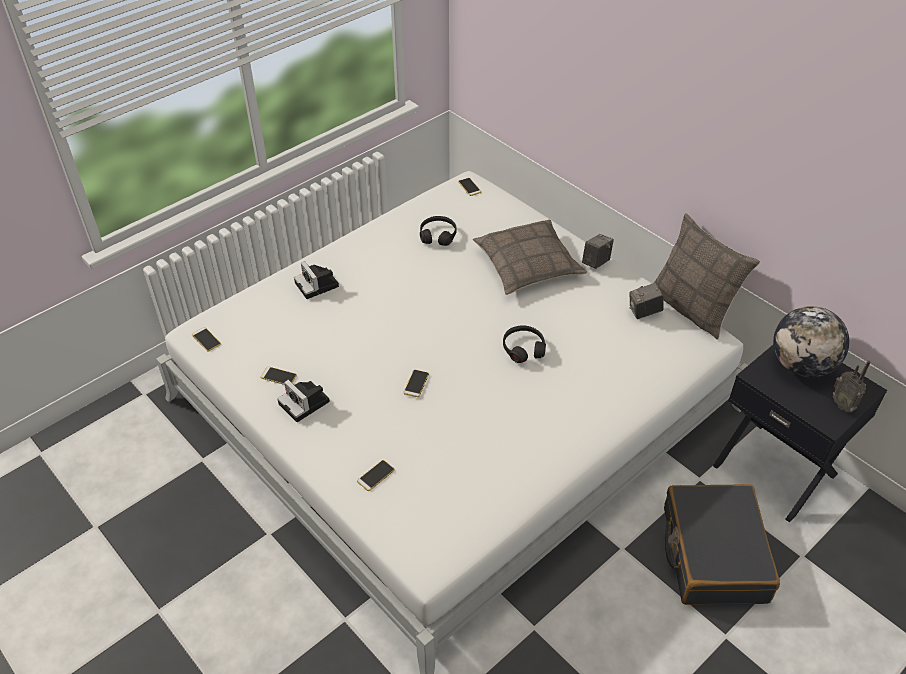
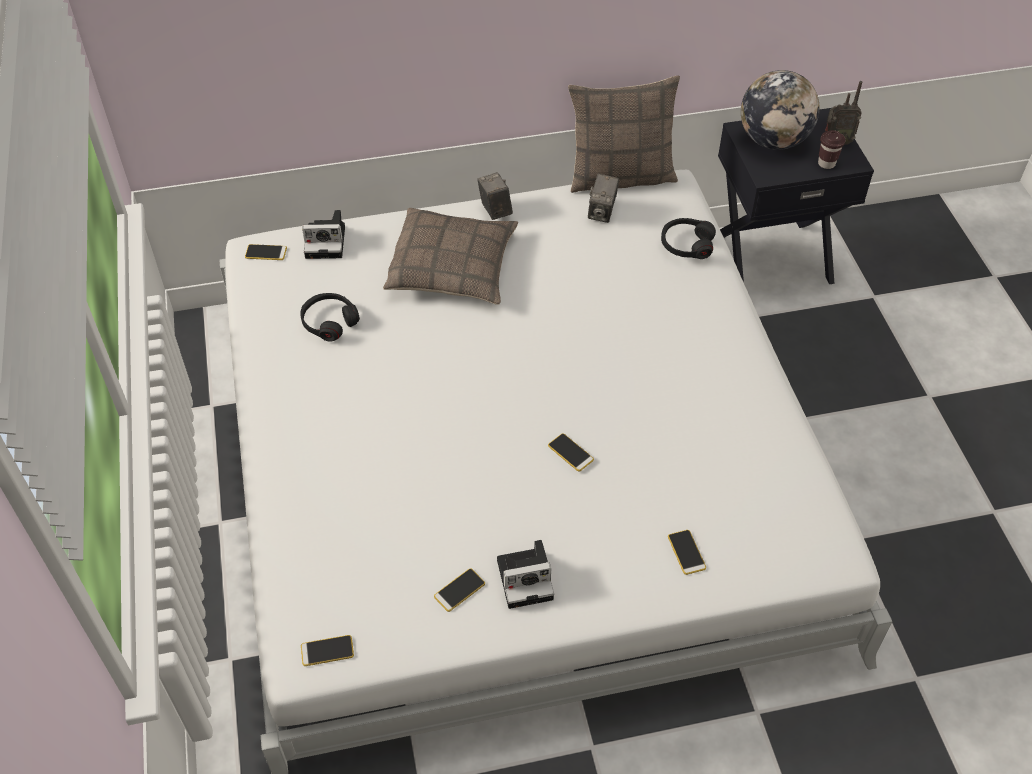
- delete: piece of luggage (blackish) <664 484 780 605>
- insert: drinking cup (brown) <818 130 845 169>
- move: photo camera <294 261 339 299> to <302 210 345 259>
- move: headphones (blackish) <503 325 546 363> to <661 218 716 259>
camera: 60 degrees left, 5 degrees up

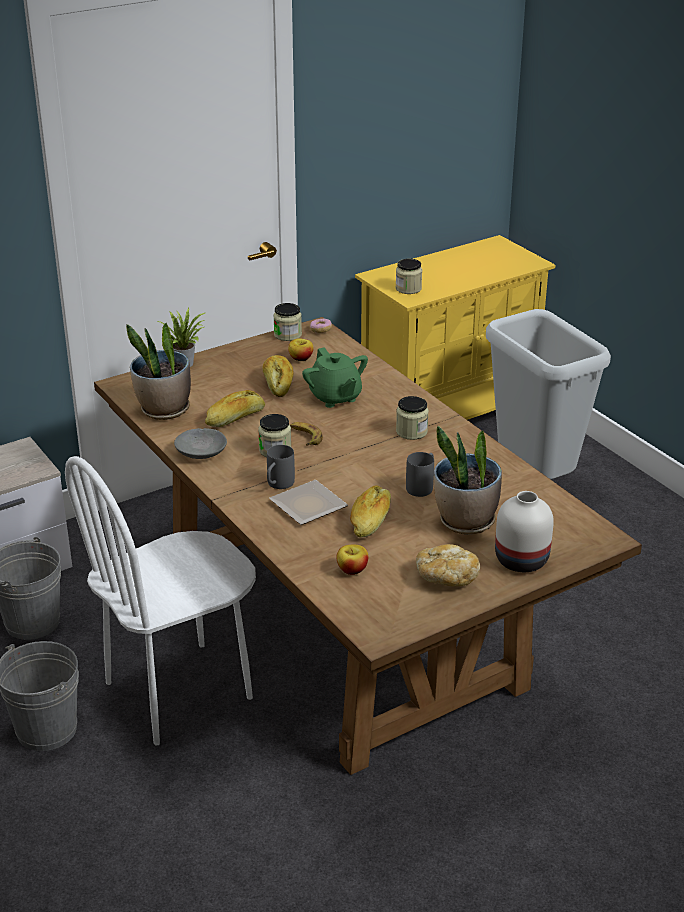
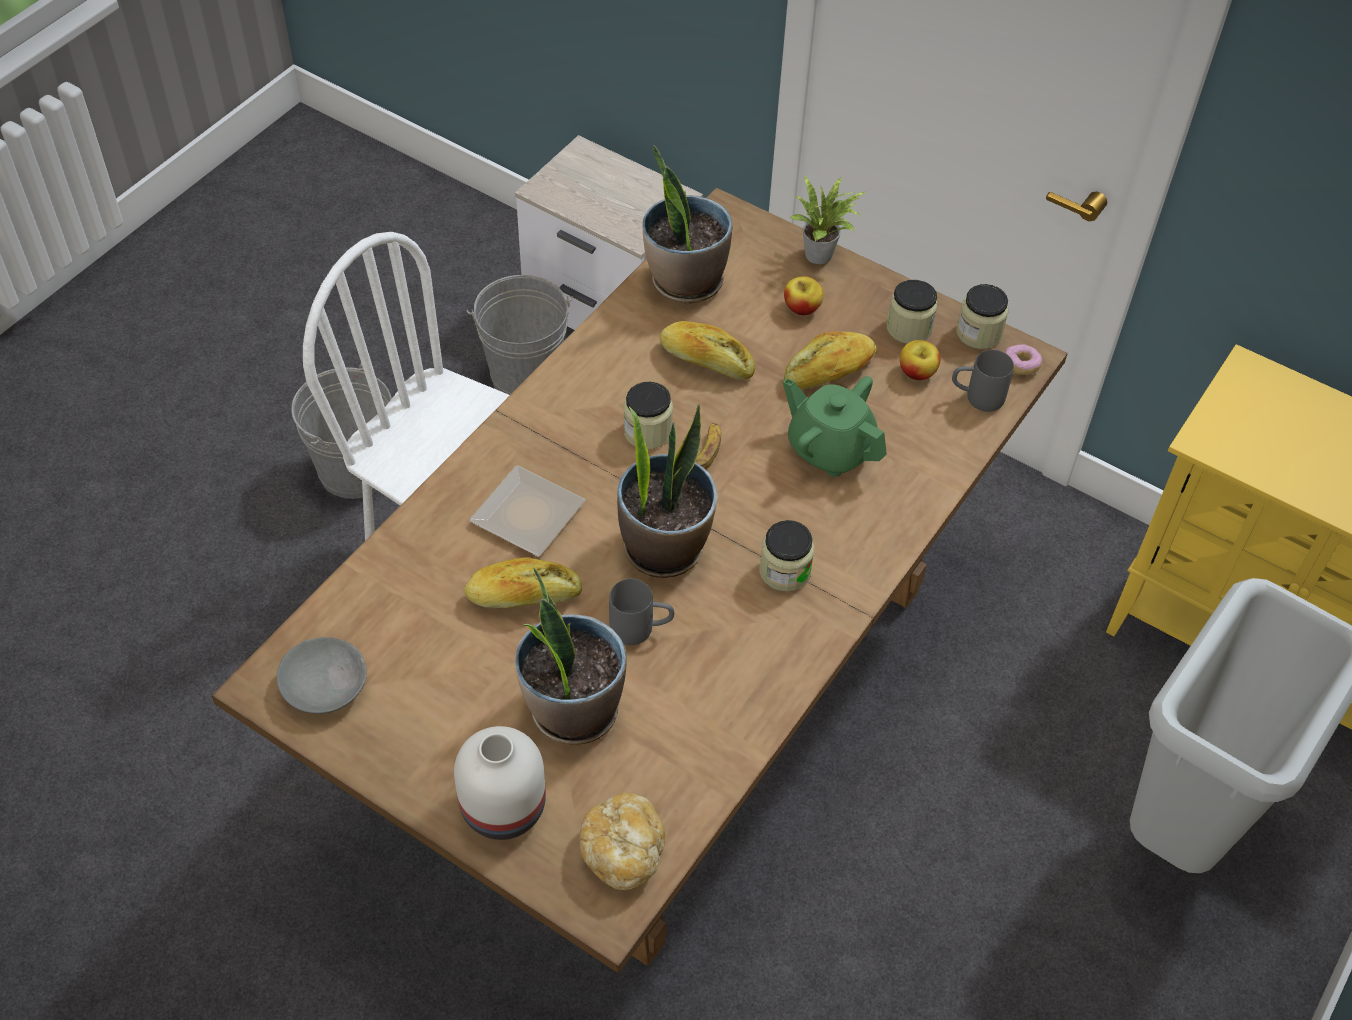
- insert: houseplant <617 404 718 578>
- move: serving bowl (gray) <174 428 227 459> to <277 637 367 714>
- move: coffee mug (gray) <267 445 295 489> to <952 350 1014 412>
- move: apple <337 545 368 575> to <784 276 824 316>
- move: preserve jar <396 258 422 294> to <886 280 938 344>
- move: bakery bread <416 544 480 587> to <580 793 665 890>
- rotate: teapot (greenish) <302 347 368 408> = <783 376 887 477> 90 degrees clockwise
camera: 65 degrees right, 20 degrees up

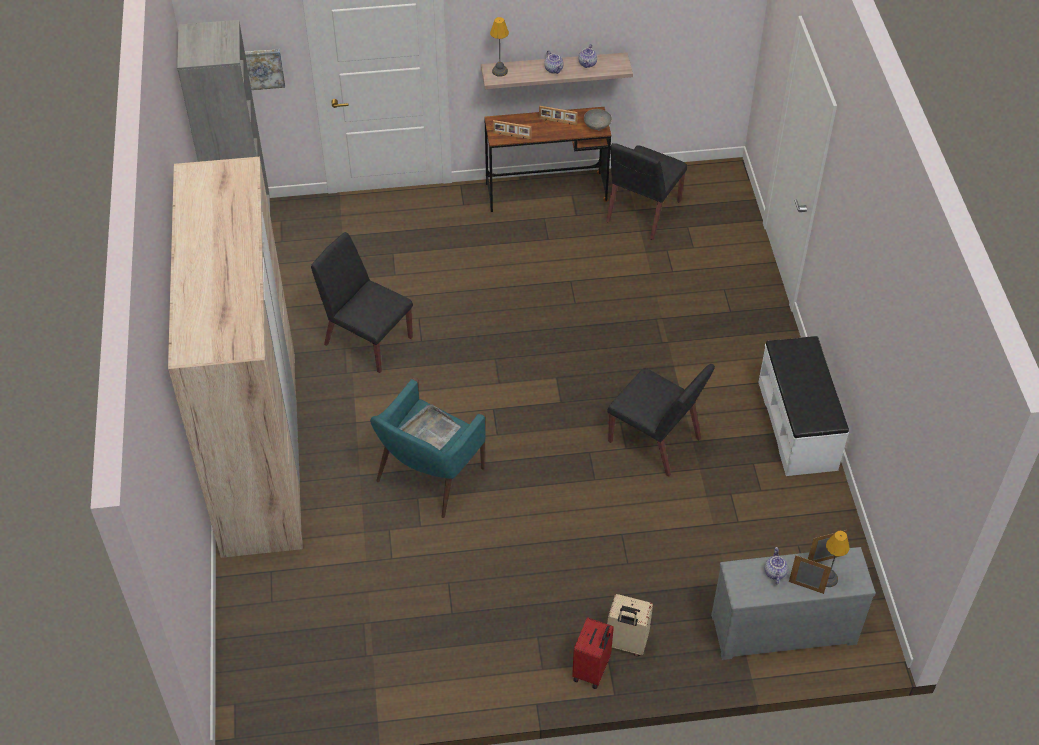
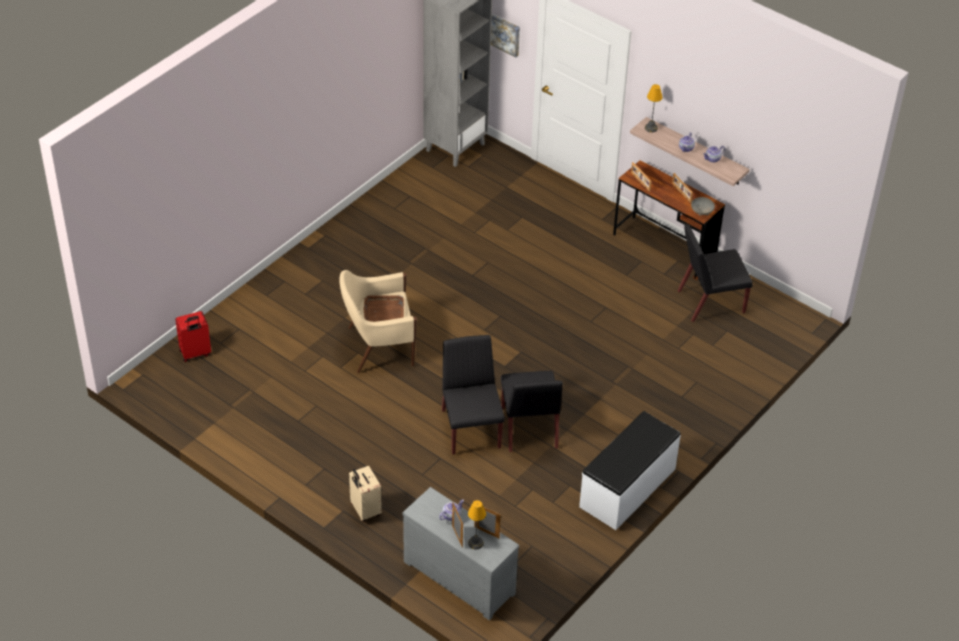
- delete: clothes cupboard (beige-coloured) <168 157 303 558>
- move: chair (blackish) <311 232 413 373> to <442 335 505 455>
- move: piece of luggage (reddish) <572 617 614 689> to <175 311 211 362>
- recolor: lounge chair (turquoise) <370 378 486 518> to lounge chair (beige-coloured) <339 270 417 373>
- recolor: serving tray (gray) <399 404 461 450> to serving tray (brown) <364 295 404 322>
camera: 45 degrees right, 5 degrees down

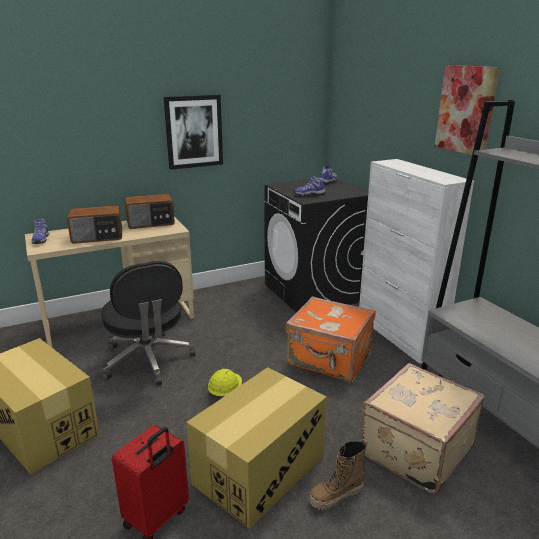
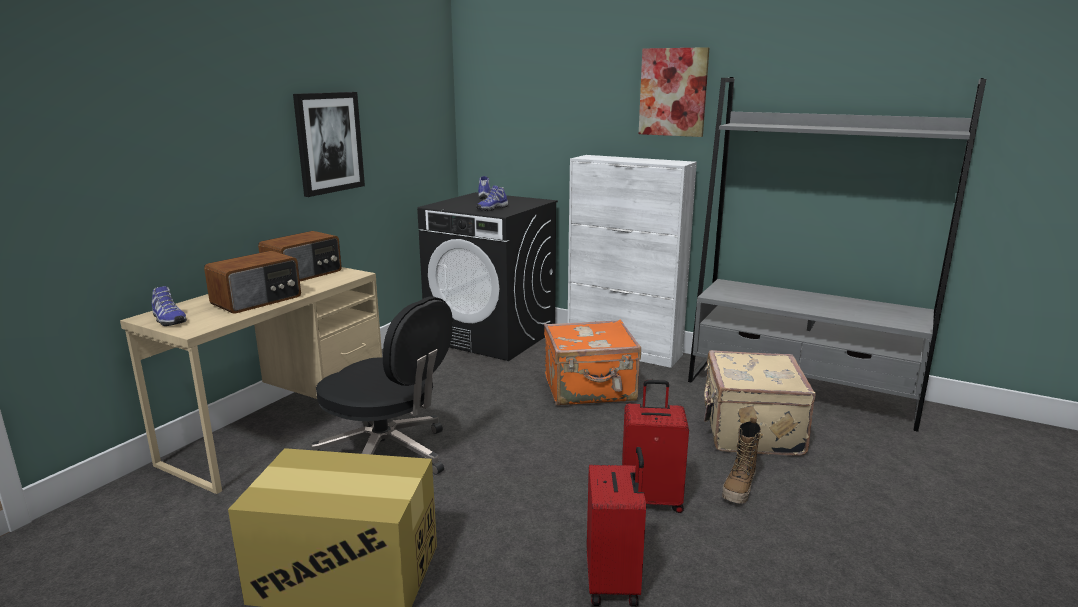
- delete: work helmet (yellow) <208 369 242 396>
- replace: packing box <186 367 327 529> to piece of luggage (reddish) <622 380 689 513>
camera: 35 degrees left, 5 degrees down

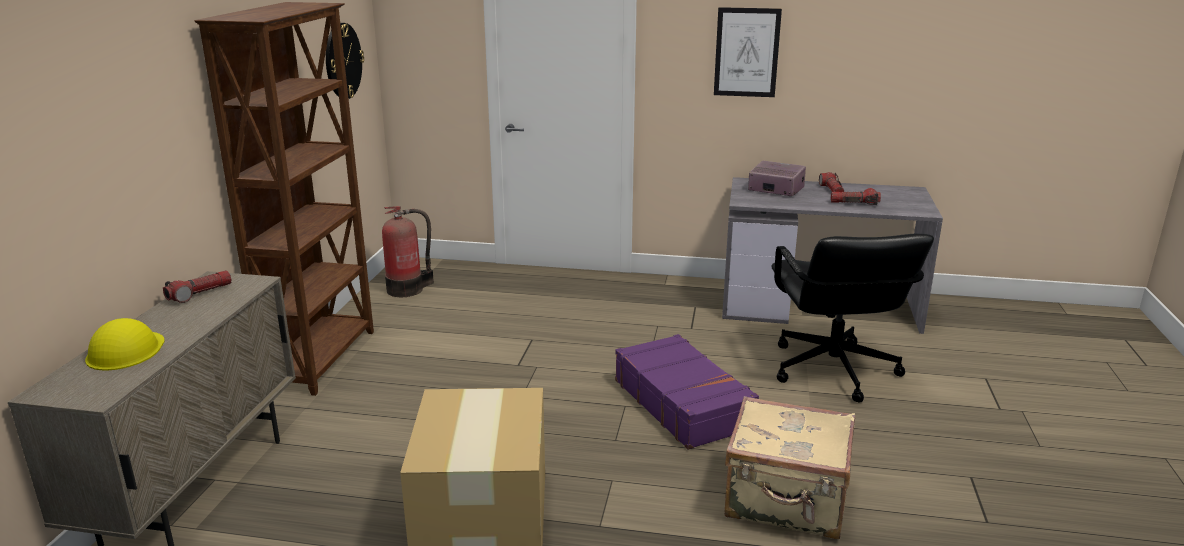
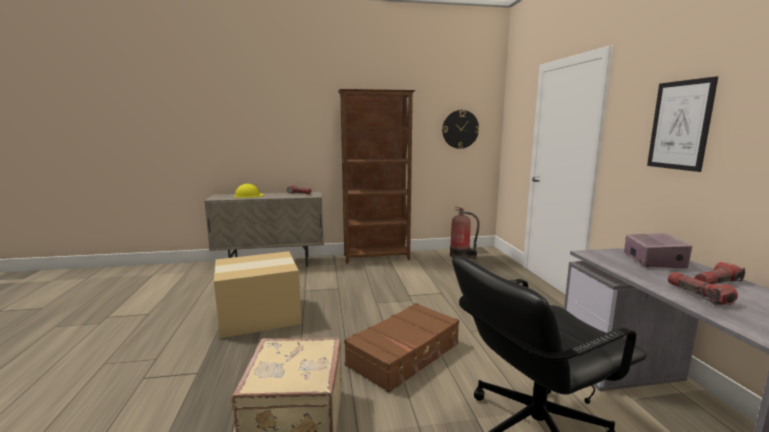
- recolor: piece of luggage (purplish) <615 334 759 450> to piece of luggage (brown) <344 303 459 393>
camera: 70 degrees right, 10 degrees down

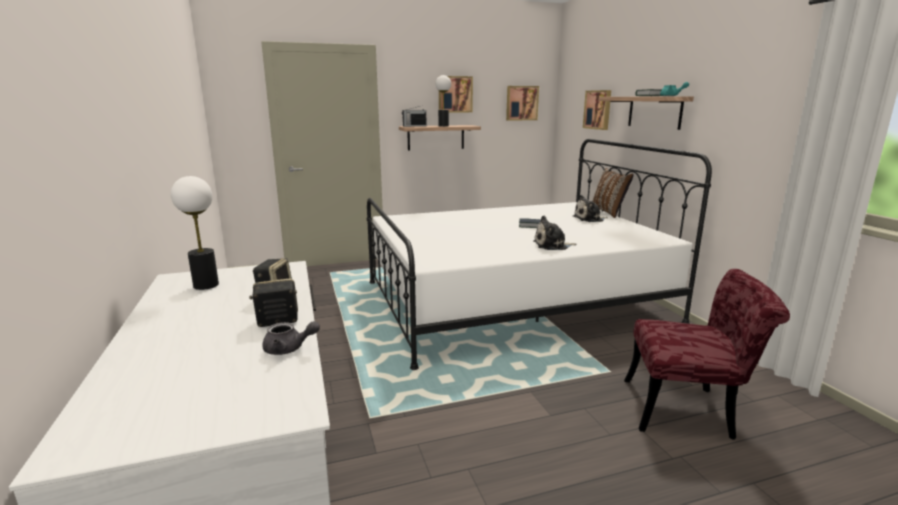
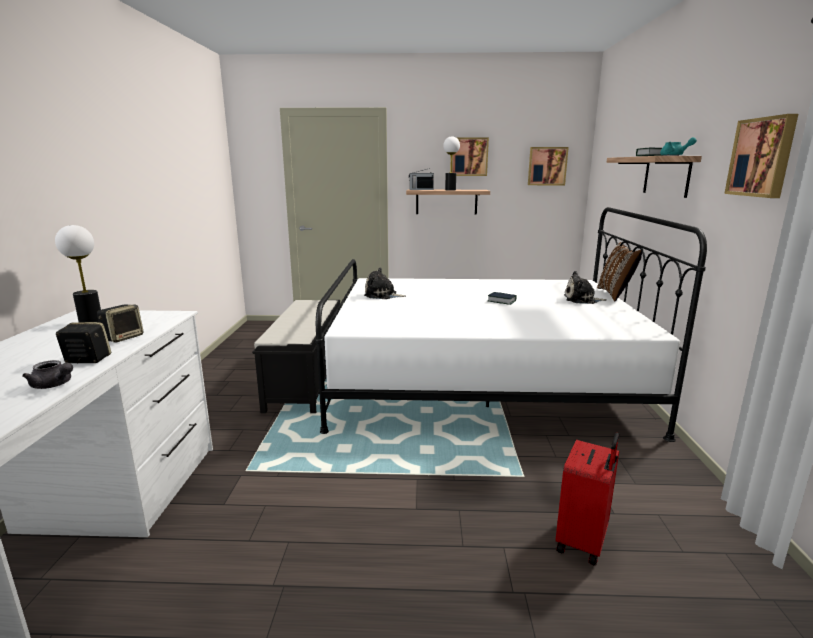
- insert: bench (blackish) <252 300 340 413>
- move: soft toy <533 215 577 250> to <364 268 406 299>
- move: picture <583 90 611 130> to <724 114 798 198>
- replace: chair (reddish) <624 269 790 440> to piece of luggage (reddish) <556 433 619 565>
camera: 20 degrees right, 0 degrees up

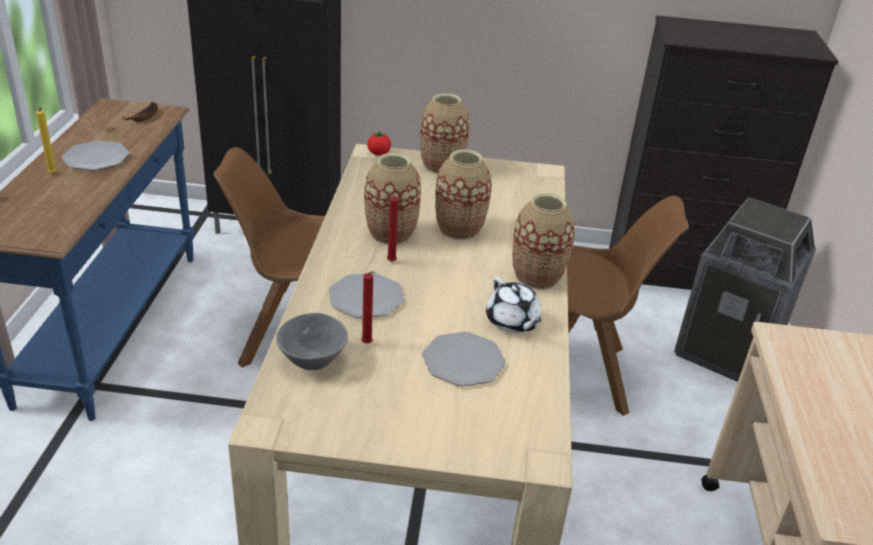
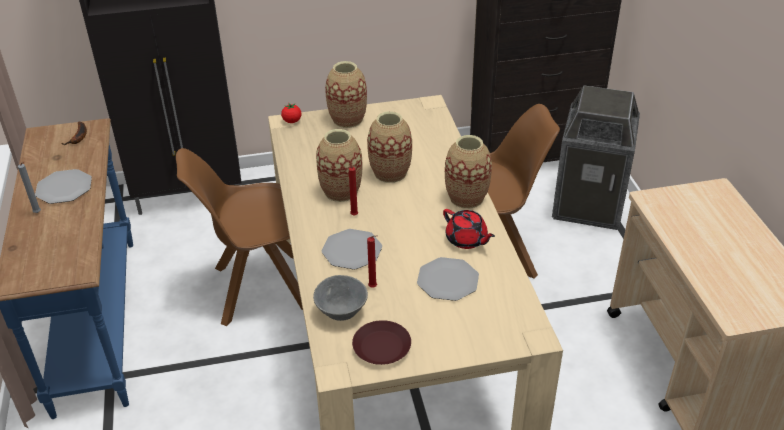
- insert: plate (brown) <352 320 411 365>
- recolor: wax candle (yellow) <36 107 57 174> to wax candle (gray) <18 162 41 213>
- recolor: teapot (white-coloured) <486 277 541 333> to teapot (reddish) <443 209 495 249>
camera: 15 degrees left, 5 degrees up

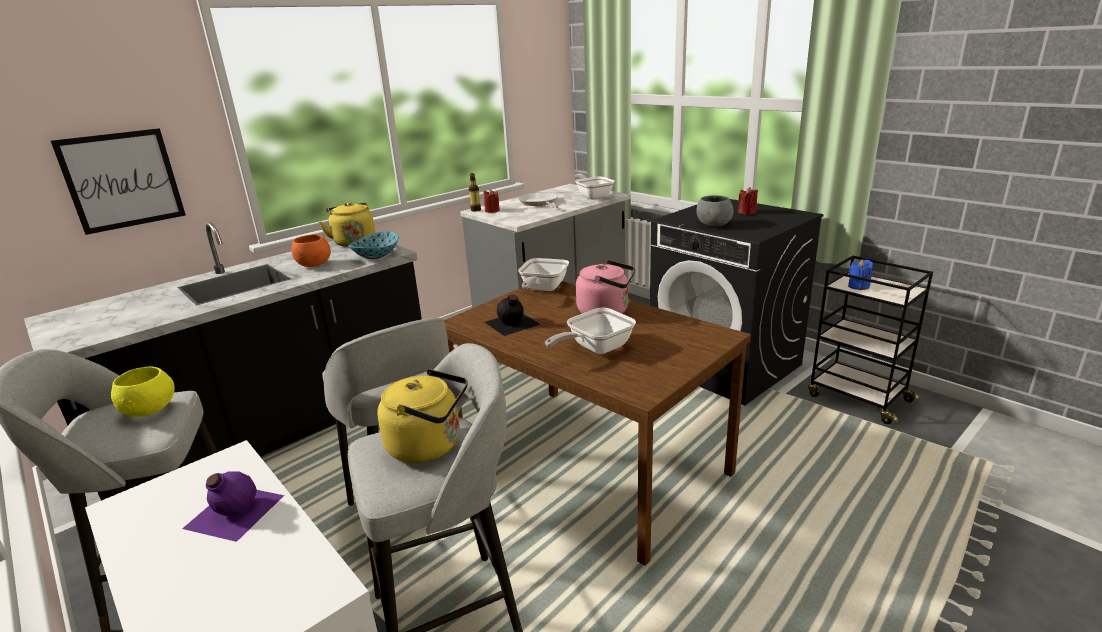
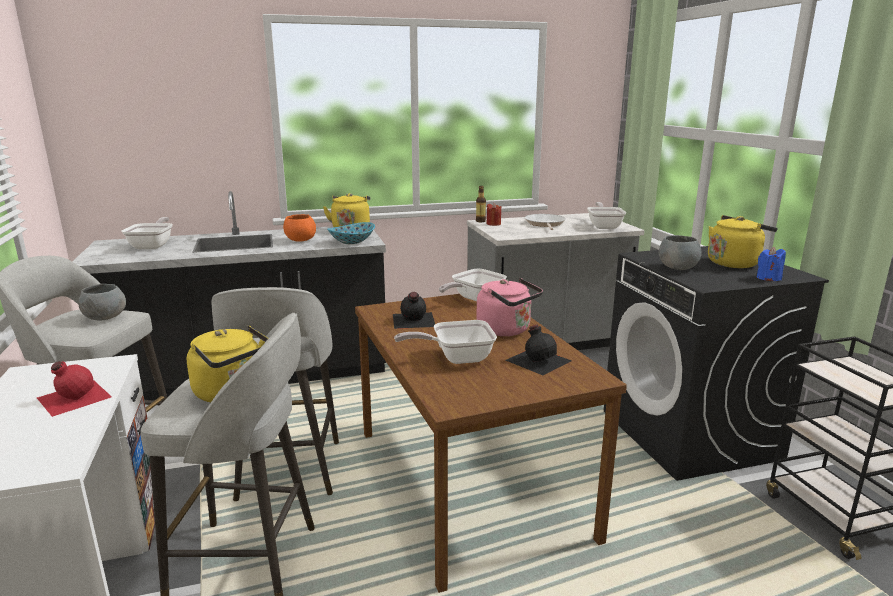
- delete: picture <51 128 186 235>
- insert: frying pan <121 217 173 249>
- insert: drink bottle (blackish) <506 325 571 375>
- move: wax candle (blue) <848 259 873 290> to <757 247 786 281>
- replace: wax candle (reddish) <738 187 758 214> to tea kettle (yellow) <708 215 777 268>
- recolor: serving bowl (yellow) <111 367 175 417> to serving bowl (gray) <78 284 126 321>
- recolor: drink bottle (purplish) <182 471 284 542> to drink bottle (reddish) <37 361 112 417>
camera: 25 degrees right, 5 degrees down

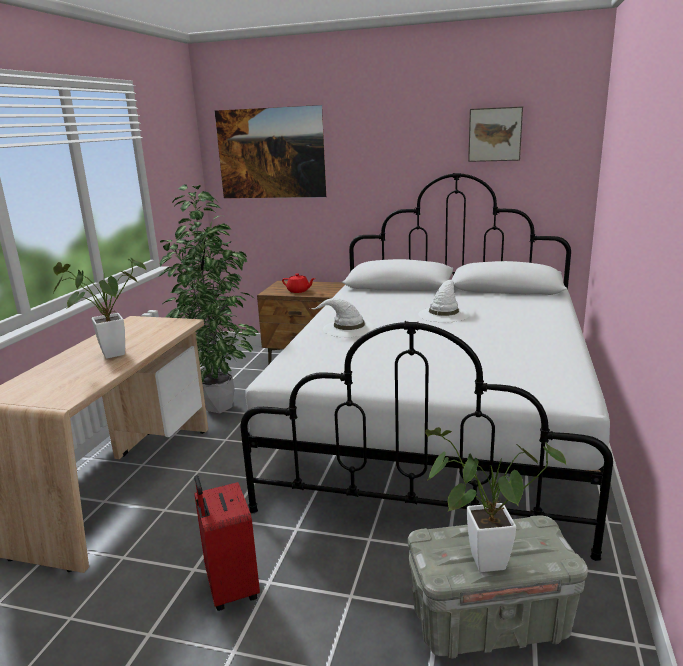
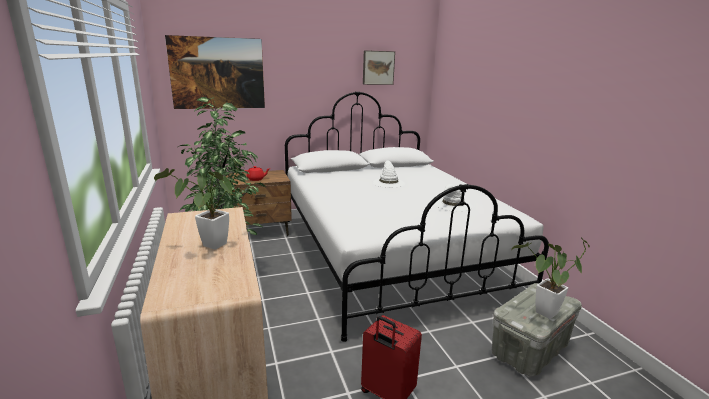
- move: wearable hat (white-coloured) <310 298 376 337> to <435 184 473 212>
camera: 35 degrees left, 0 degrees up

